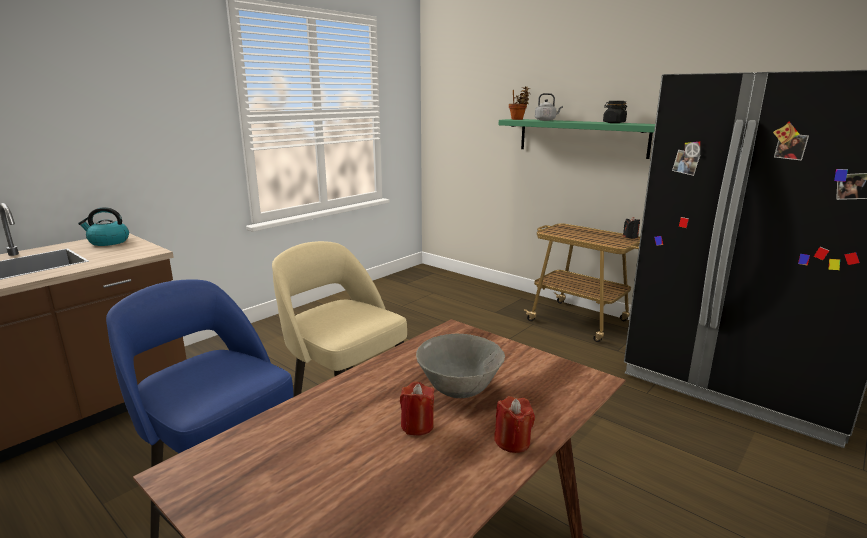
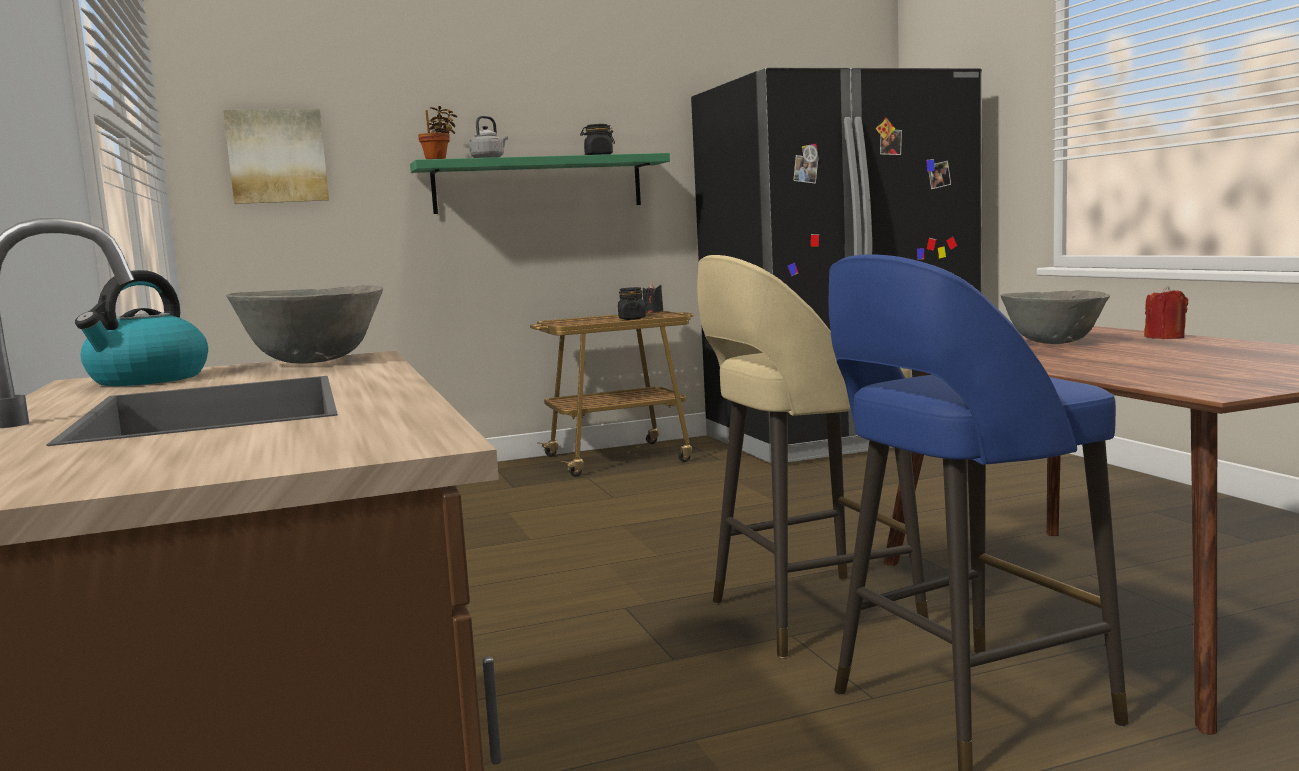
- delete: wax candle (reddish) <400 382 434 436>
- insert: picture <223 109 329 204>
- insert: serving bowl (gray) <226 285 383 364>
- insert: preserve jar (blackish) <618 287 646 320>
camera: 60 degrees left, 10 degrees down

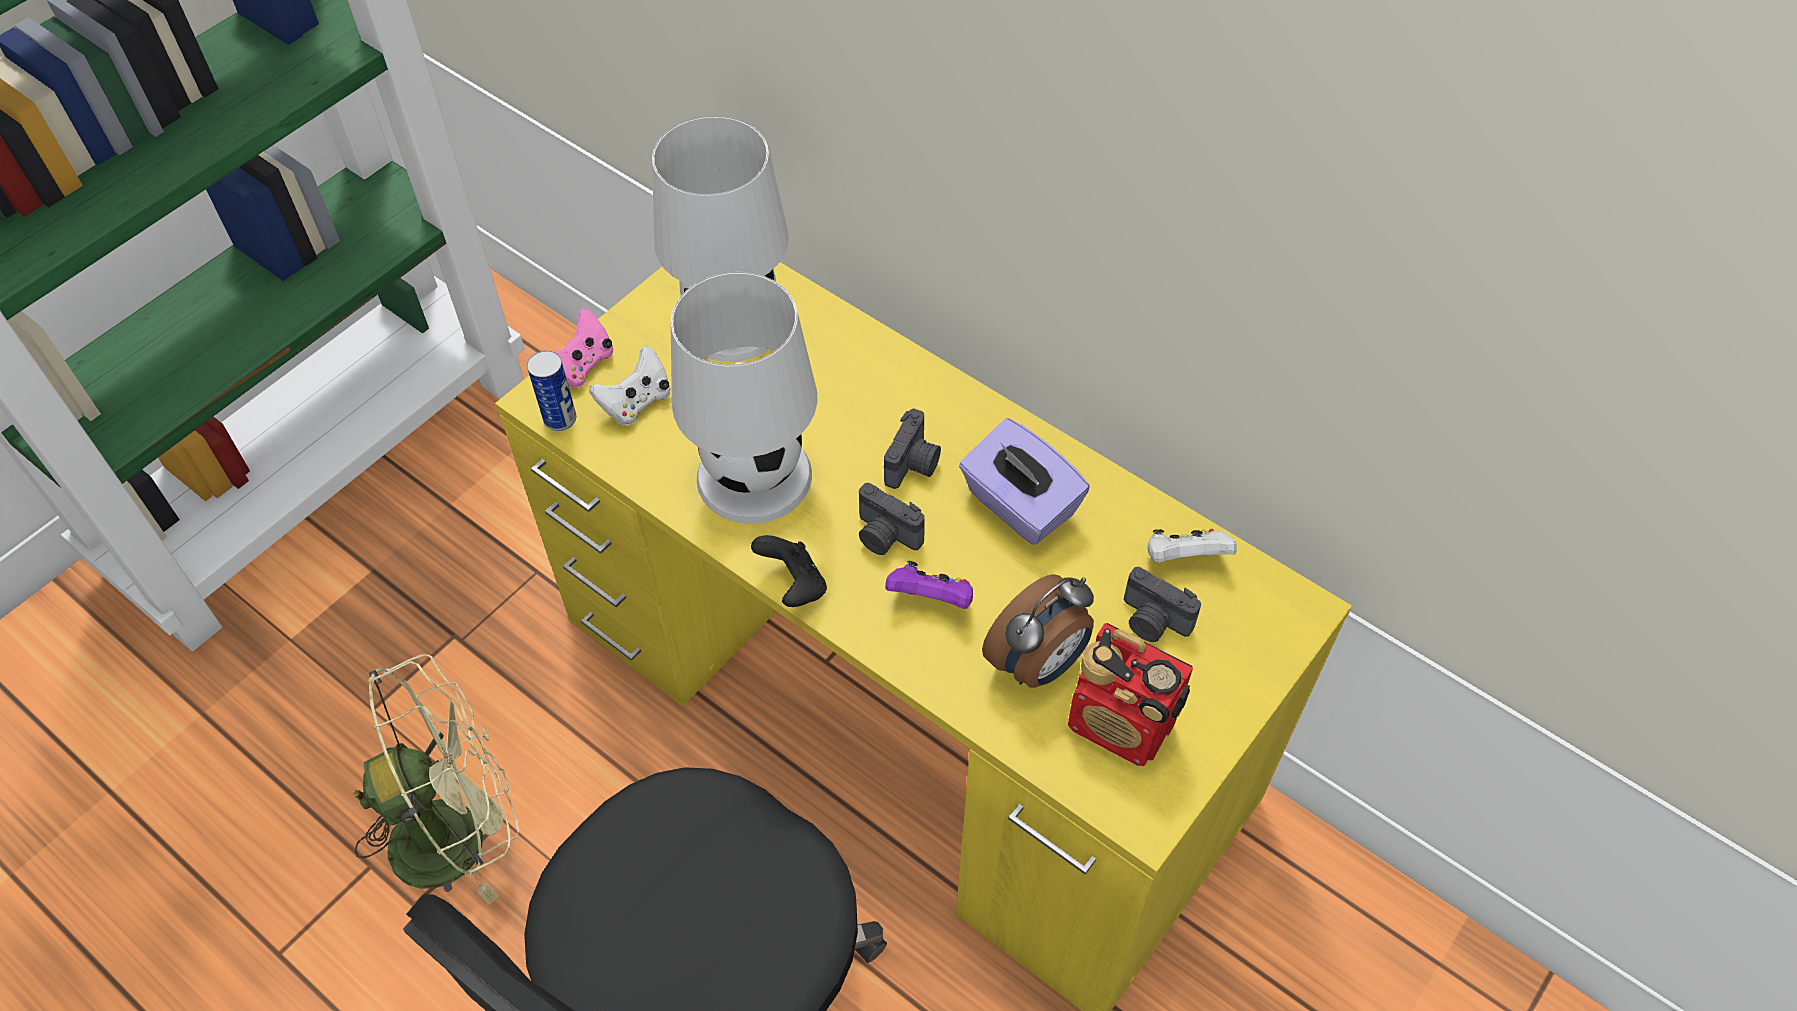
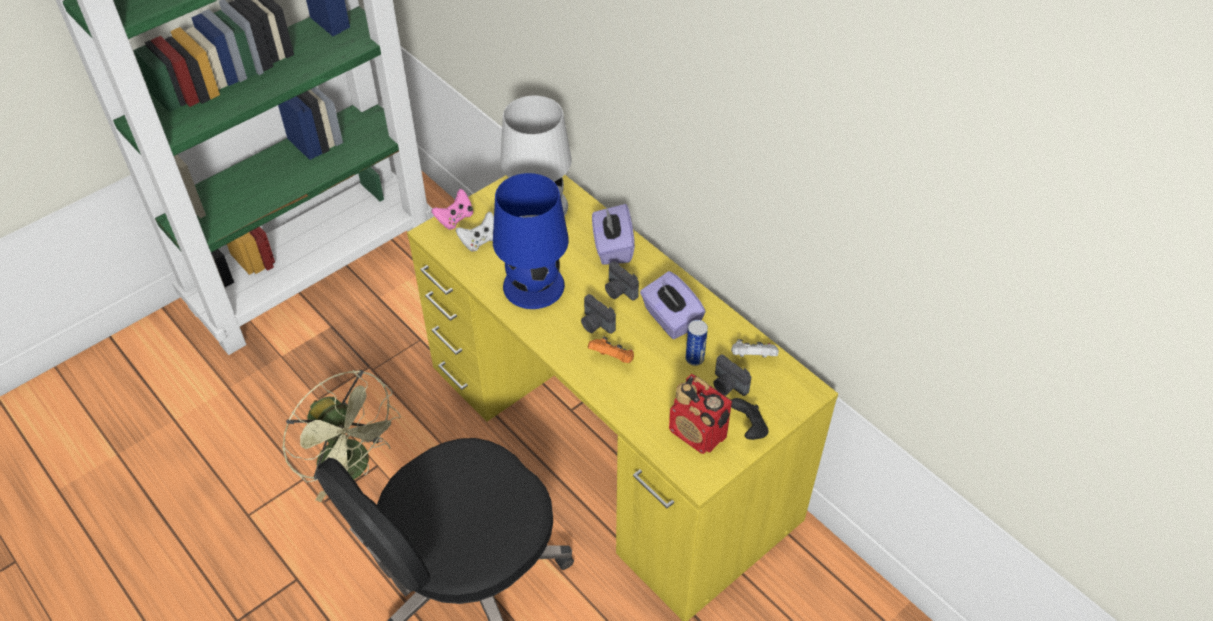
- delete: bedside clock <982 574 1094 688>
- insert: box of tissues (purplish) <592 204 635 265>
- move: sealed can <527 351 576 431> to <685 320 708 366>
- move: game controller (blackish) <751 535 827 607> to <731 398 769 440>
- recolor: table lamp (white-coloured) <671 272 817 524> to table lamp (blue) <493 173 569 309>
- recolor: game controller (purplish) <885 561 973 609> to game controller (orange) <588 336 634 363>
- rotate: cooling fan (greenish) <353 654 519 905> = <282 370 401 502> 60 degrees clockwise
- rotate: photo camera <884 409 941 489> = <605 261 639 300> 105 degrees clockwise
camera: 10 degrees right, 5 degrees down

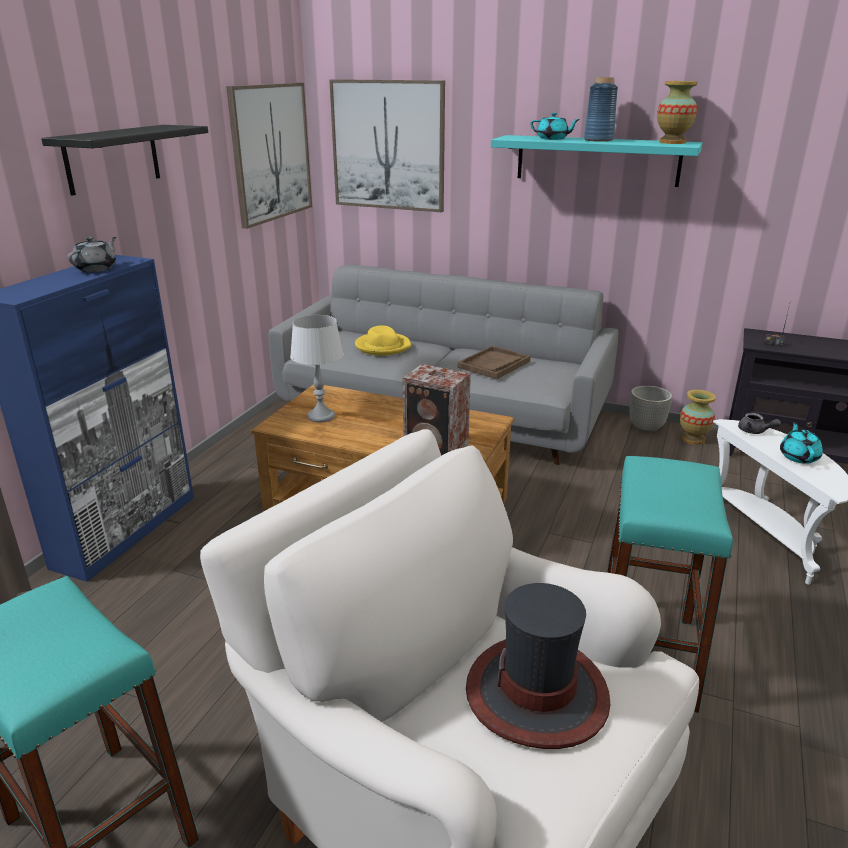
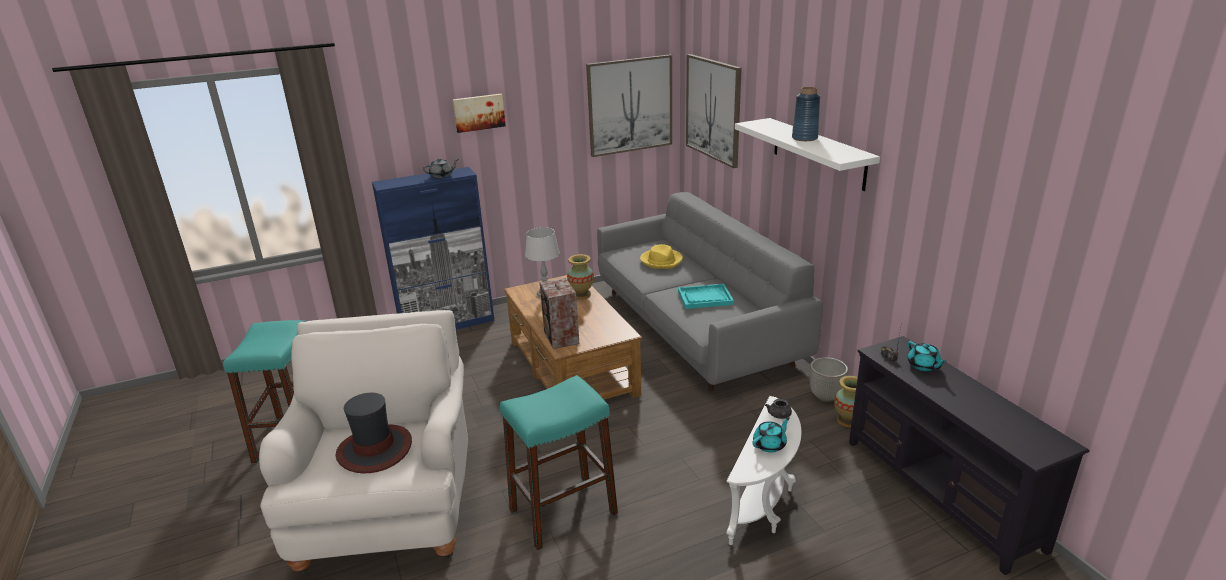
- move: teapot (turquoise) <531 113 580 140> to <907 341 947 371>
- move: decorative vase <657 81 698 144> to <567 254 594 299>
- replace: shelf (blackish) <41 125 208 196> to picture <453 94 506 133>
- recolor: serving tray (brown) <458 346 530 379> to serving tray (turquoise) <678 284 734 309>
- recolor: shelf (turquoise) <491 135 703 187> to shelf (white-coloured) <735 118 880 191>
camera: 45 degrees right, 0 degrees up

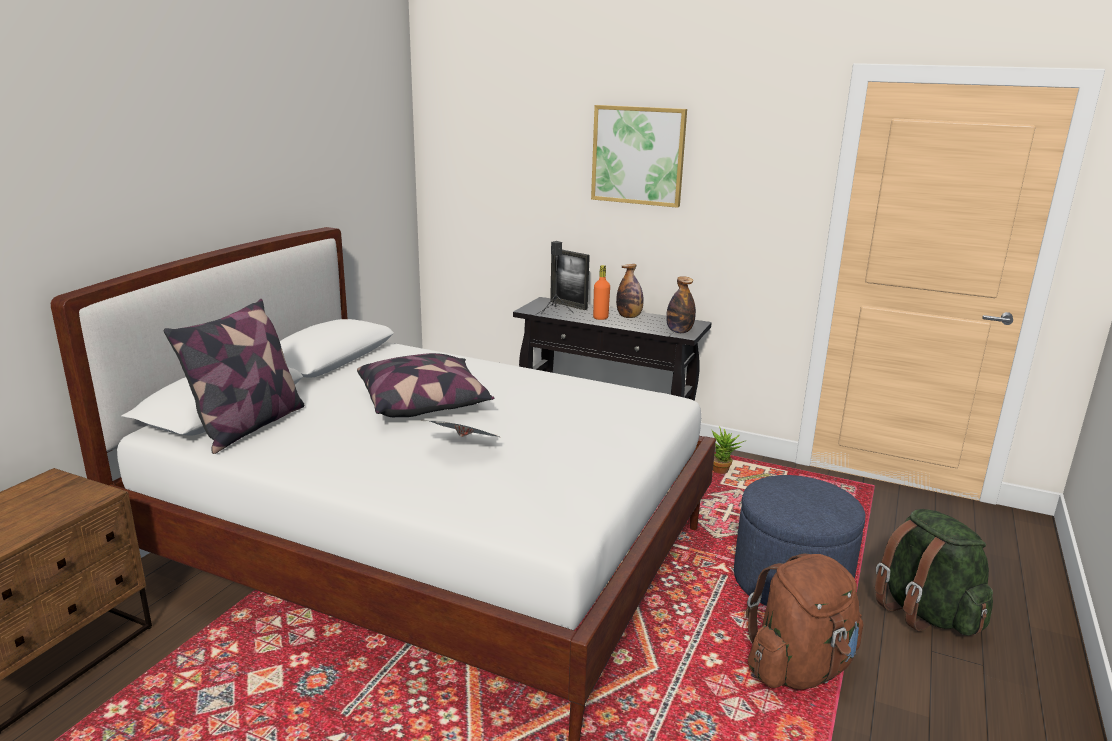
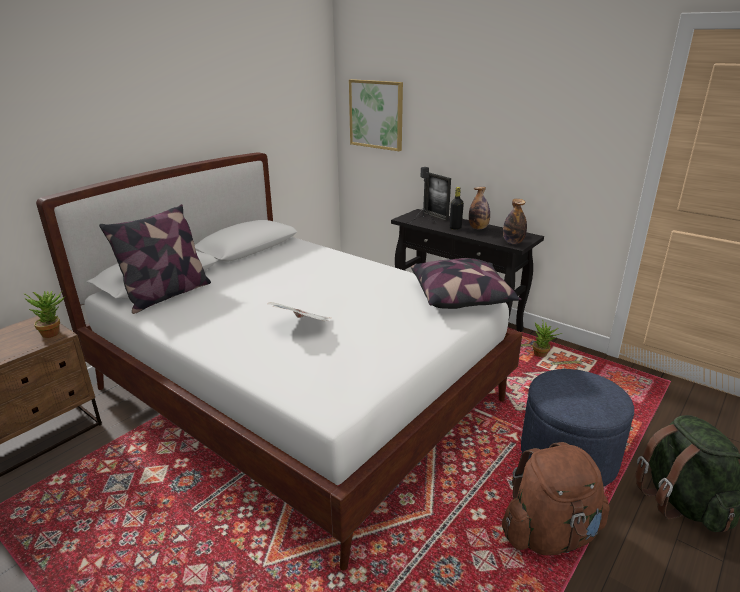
- insert: houseplant <24 291 64 338>
- move: throw pillow <357 353 495 417> to <411 258 521 309>
- move: picture <591 105 687 208> to <349 79 403 151>
- recolor: drink bottle (orange) <593 265 610 320> to drink bottle (blackish) <450 187 464 230>
camera: 15 degrees right, 5 degrees up

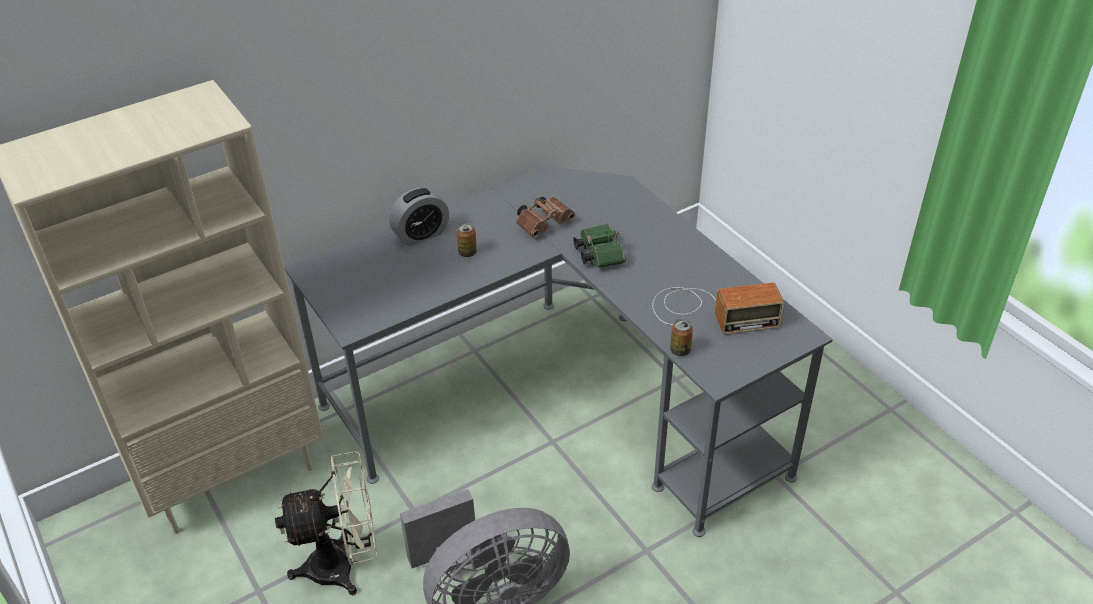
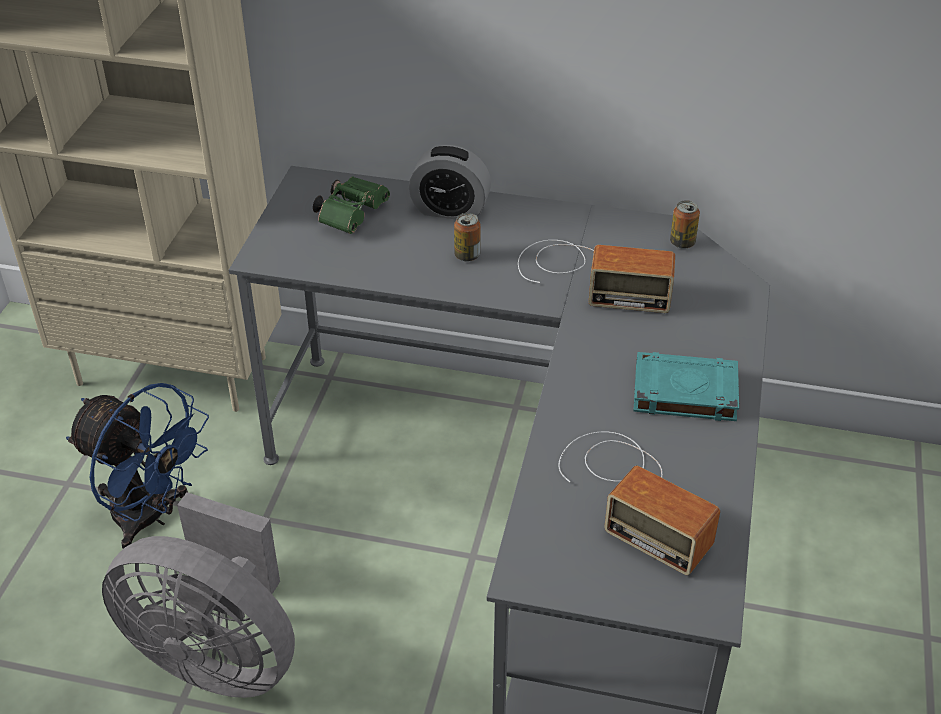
- insert: bound book (turquoise) <633 352 739 421>
- move: field glasses (greenish) <573 224 626 268> to <313 176 390 234>
- move: sealed can <670 319 693 356> to <670 200 700 249>
- replace: field glasses (brown) <516 197 575 238> to radio receiver <518 240 675 313>
- recolor: cooling fan (beige-coloured) <275 451 377 595> to cooling fan (blue) <66 383 209 549>
camera: 45 degrees right, 0 degrees up

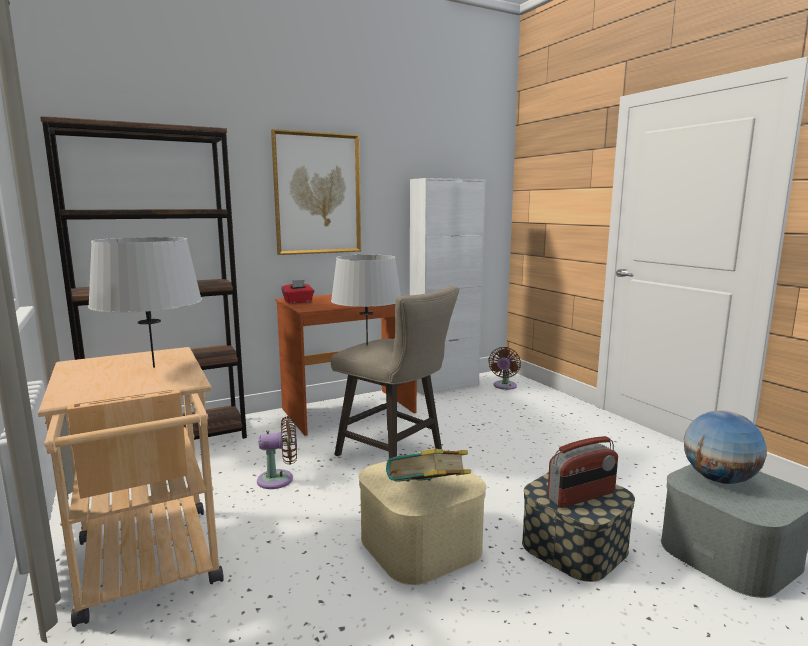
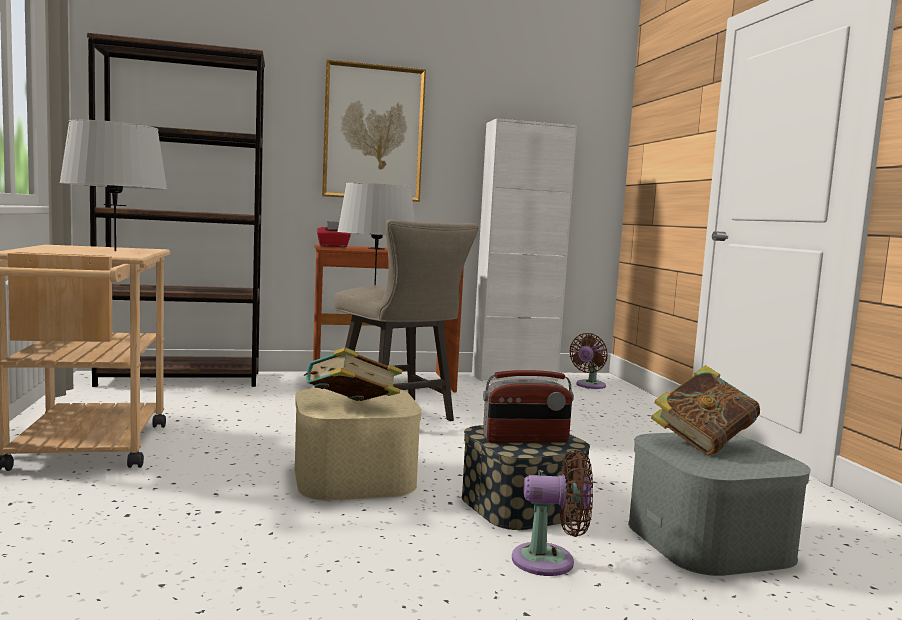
- move: cooling fan (brown) <257 416 297 489> to <512 450 593 576>
- replace: desk globe <684 410 767 484> to bound book <651 365 760 456>
camera: 15 degrees right, 5 degrees down

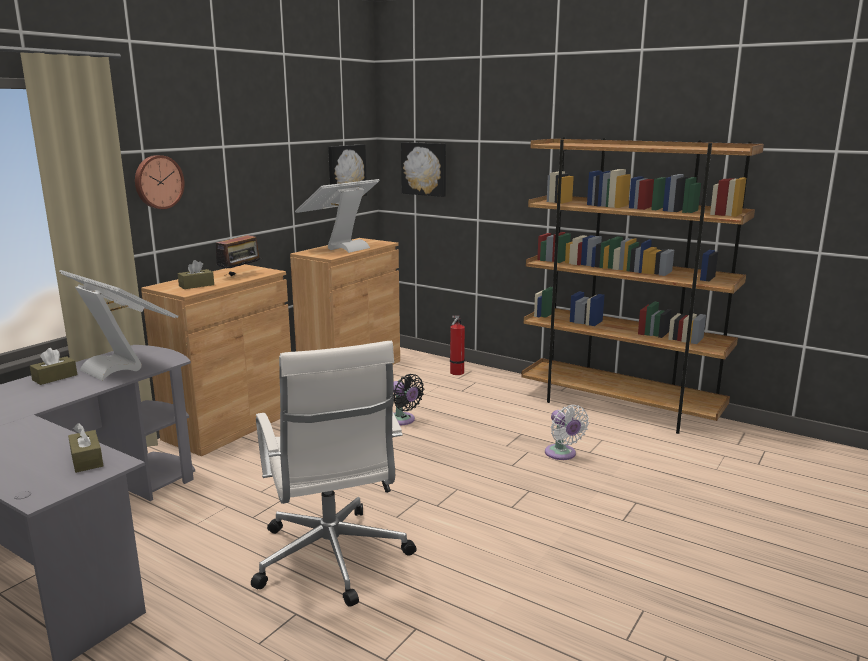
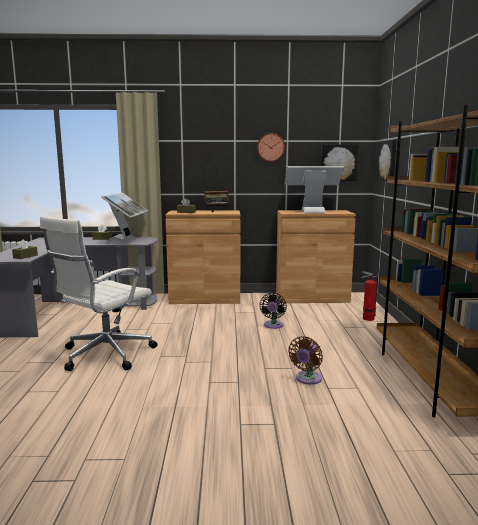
- move: hanging clock <135 155 185 209> to <257 133 285 162>
- recolor: cooling fan (white-coloured) <545 405 589 460> to cooling fan (brown) <288 336 323 385>
camera: 55 degrees right, 5 degrees down

